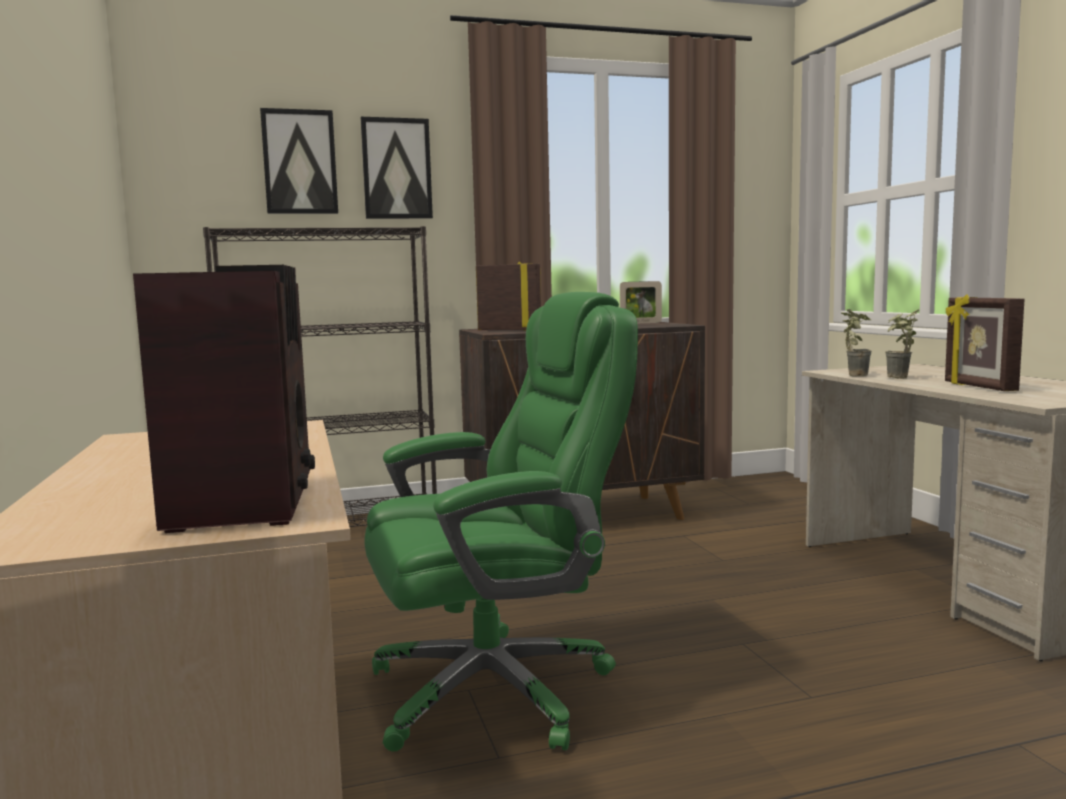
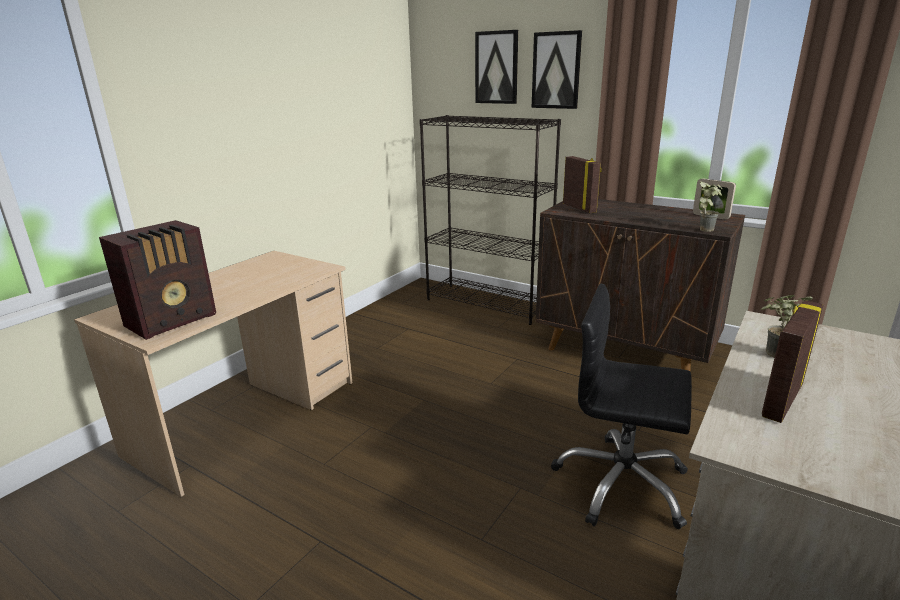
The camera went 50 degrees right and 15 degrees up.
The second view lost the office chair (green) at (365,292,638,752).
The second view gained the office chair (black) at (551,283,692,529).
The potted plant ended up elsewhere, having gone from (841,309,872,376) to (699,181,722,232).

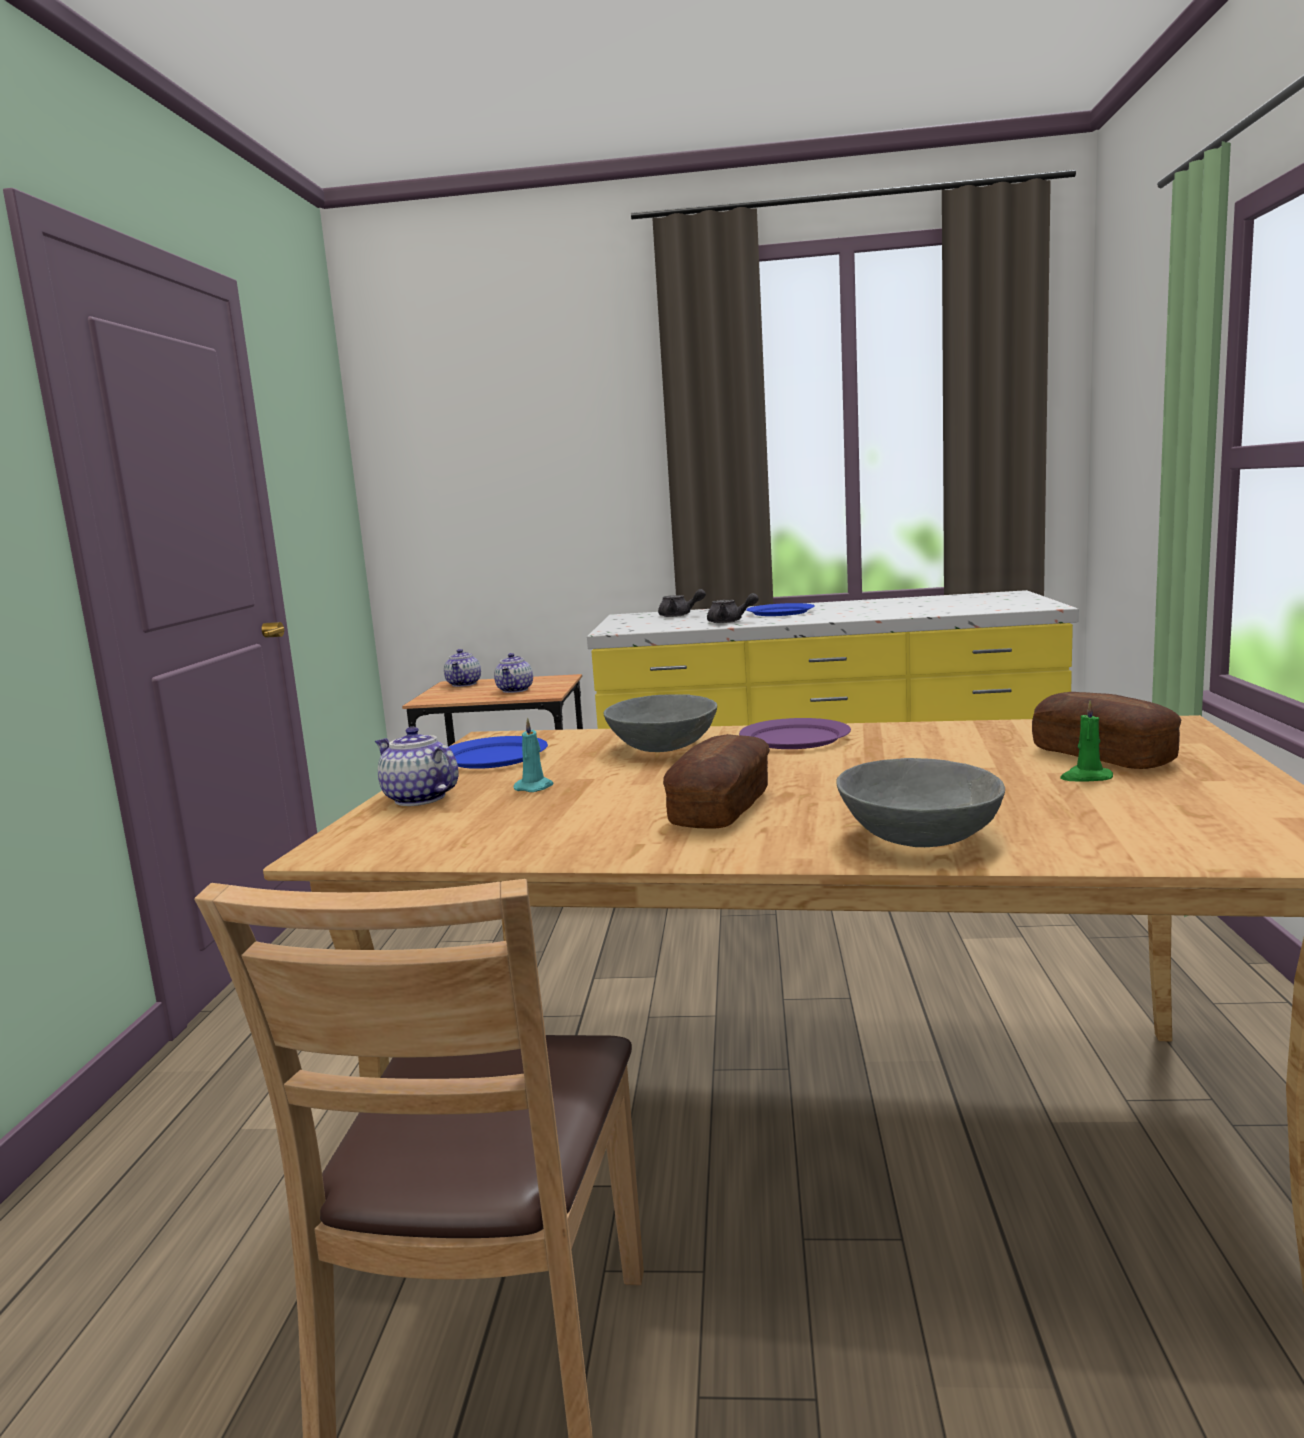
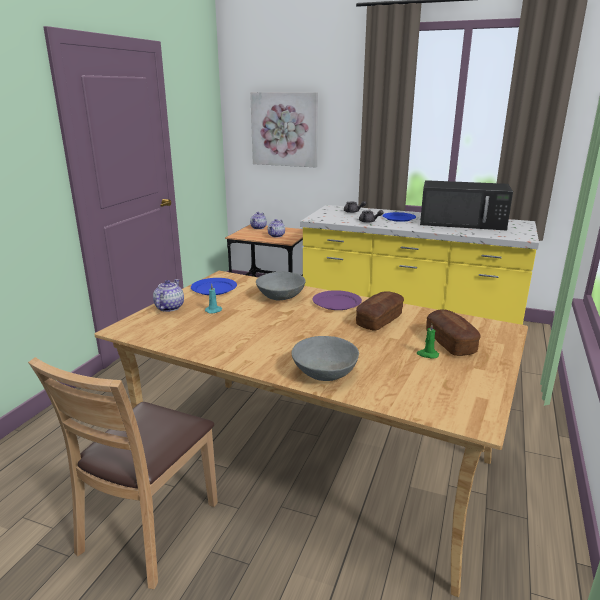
The camera went 15 degrees right and 10 degrees up.
The second view gained the picture at (250,92,318,168).
The second view gained the microwave (black) at (420,180,513,231).
The bread ended up elsewhere, having gone from (663,734,770,828) to (356,291,404,331).
The teapot at (375,727,459,806) ended up facing another way, 45 degrees clockwise from before.

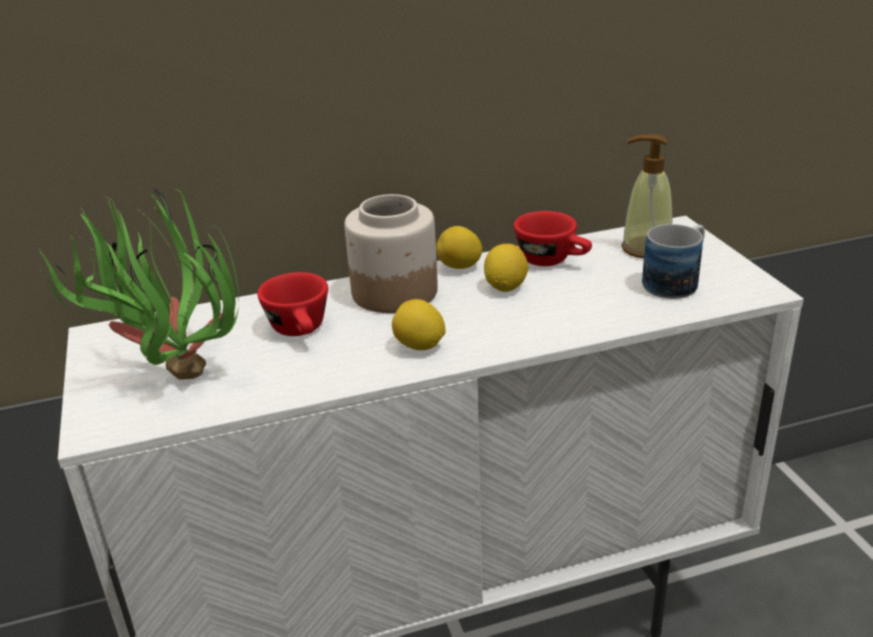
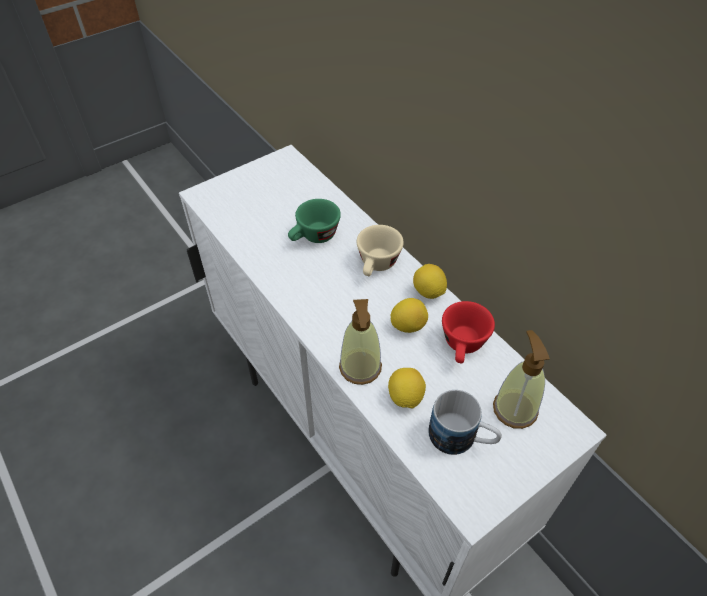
The camera went 70 degrees right and 20 degrees up.
The second view lost the potted plant at (39,182,239,380).
The second view gained the soap dispenser at (339,299,382,385).
The lemon ended up elsewhere, having gone from (392,299,446,350) to (388,368,426,408).
Where the jar stood at (344,194,438,313), the cup (beige) came to stand at (357,225,404,276).
What was the cup (red) at (257,272,328,336) turned into the cup (green) at (288,199,341,243).

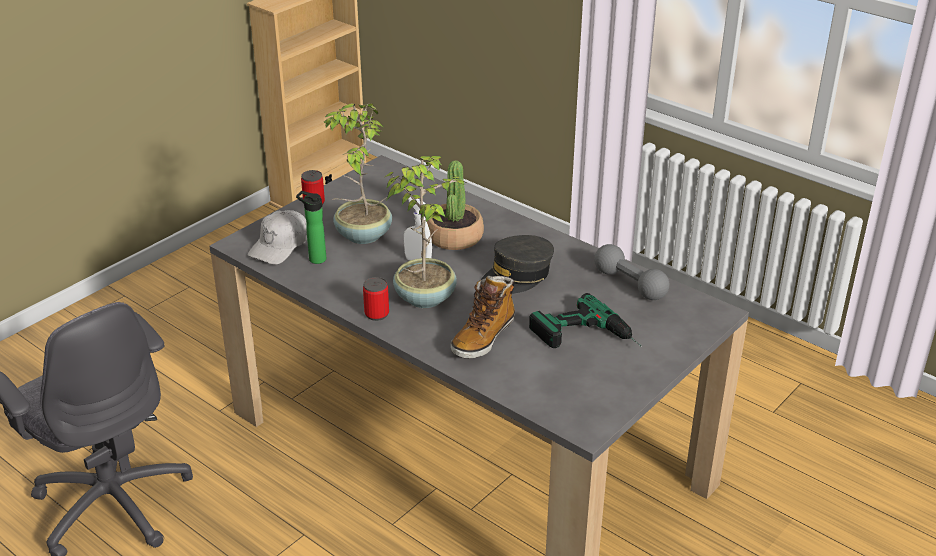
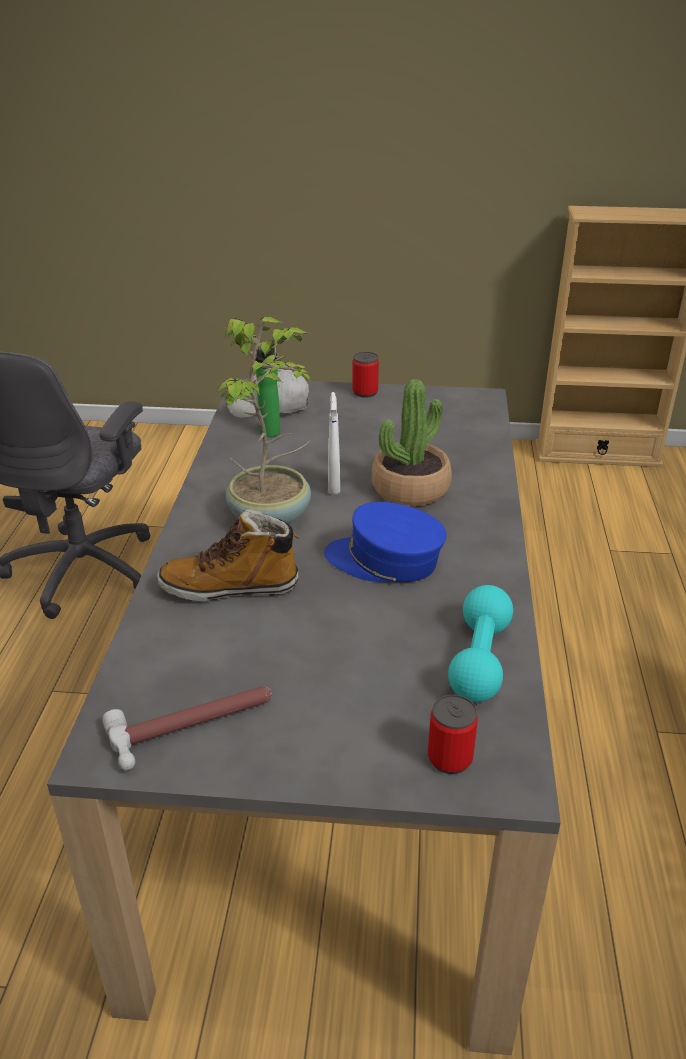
The camera went 55 degrees right and 0 degrees up.
The second view lost the potted plant at (324,103,392,244).
The second view lost the power drill at (529,293,642,348).
The second view gained the hammer at (102,687,272,770).
The can ended up elsewhere, having gone from (363,277,389,321) to (428,695,478,774).
What was the cap (grey) at (481,235,554,294) turned into the cap (blue) at (324,502,447,582).
What was the dumbbell (grey) at (594,244,669,300) turned into the dumbbell (turquoise) at (448,585,513,702).

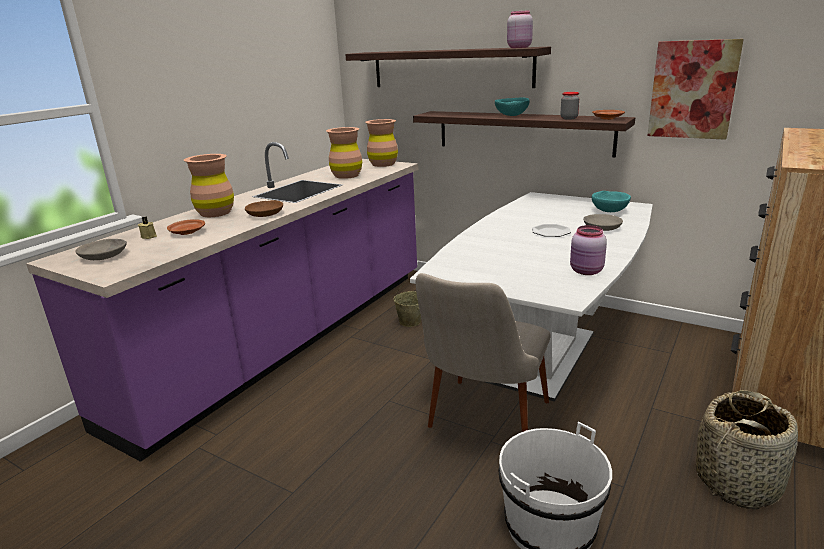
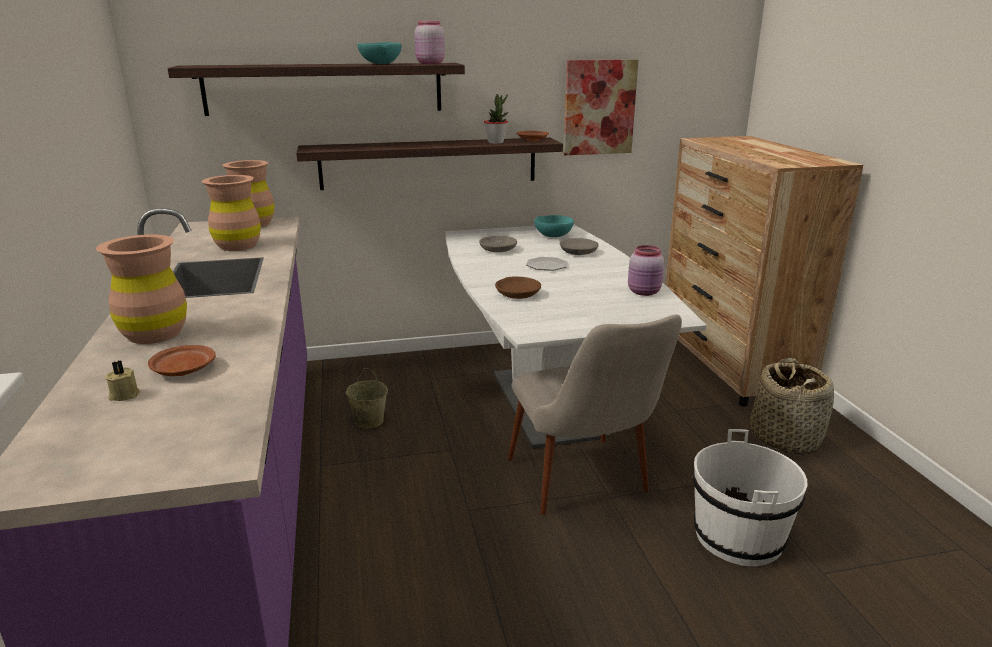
The camera went 45 degrees left and 0 degrees up.
The bowl (grey) ended up elsewhere, having gone from (75,239,127,260) to (479,236,517,252).
The bowl (brown) ended up elsewhere, having gone from (245,200,283,217) to (495,277,541,299).
The bowl (turquoise) ended up elsewhere, having gone from (495,97,530,116) to (357,42,402,64).
Where the jar stood at (561,92,579,120), the potted plant came to stand at (484,94,508,144).

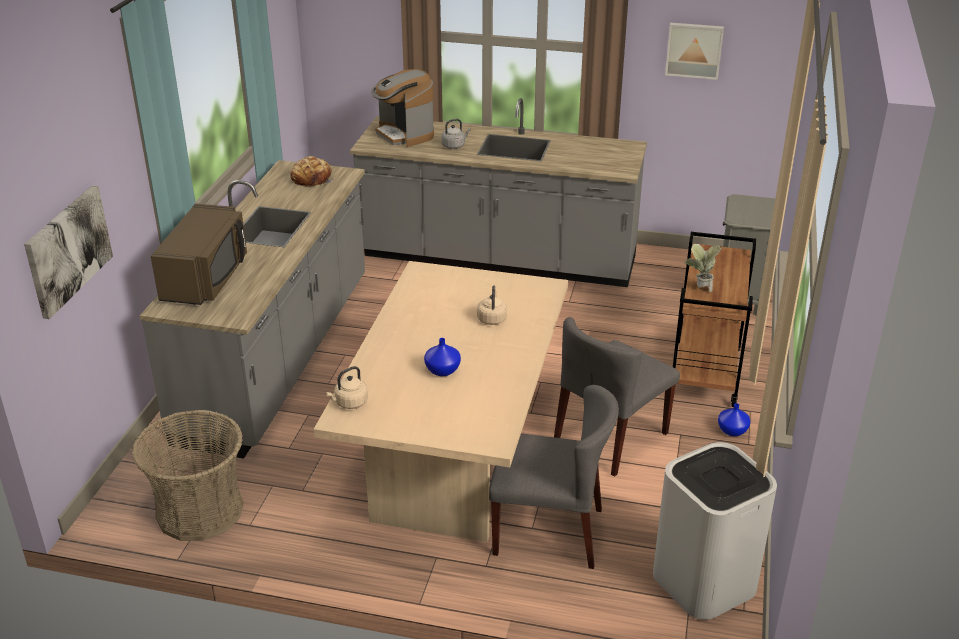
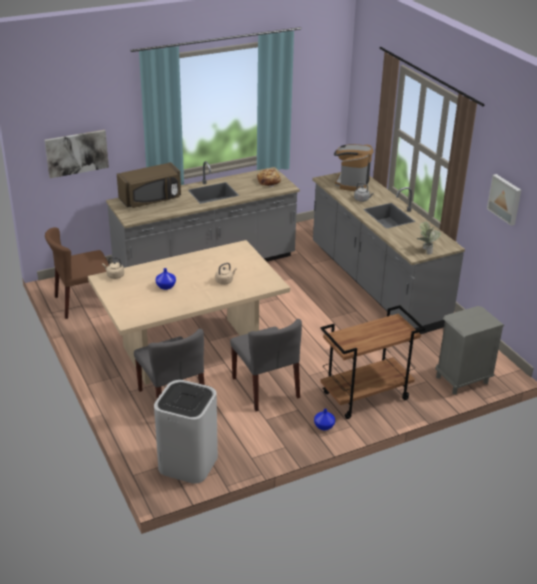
The camera went 50 degrees right and 0 degrees up.
The potted plant ended up elsewhere, having gone from (685,244,721,292) to (417,221,441,255).
Where the basket stood at (132,410,243,541), the chair (brown) came to stand at (45,227,109,319).
The chair (grey) at (554,317,680,477) ended up facing another way, 120 degrees counterclockwise from before.

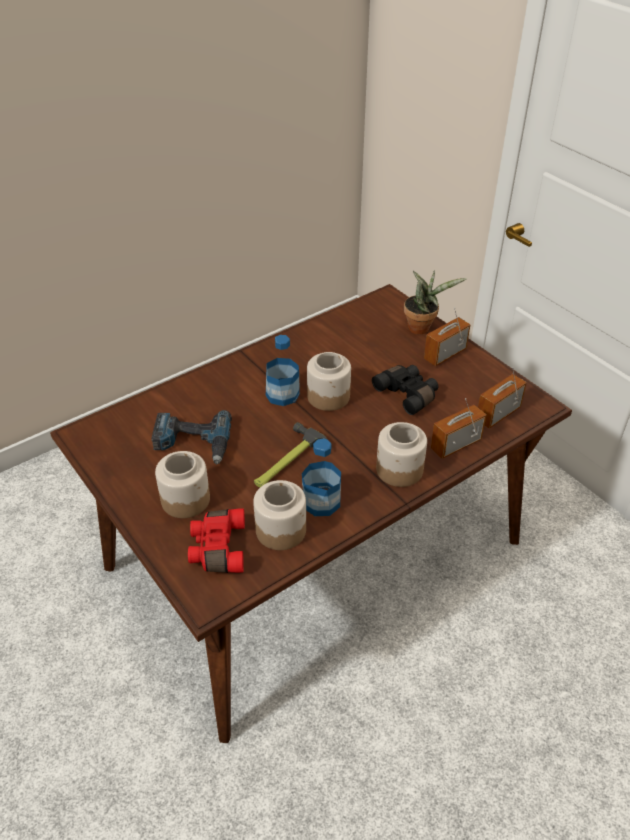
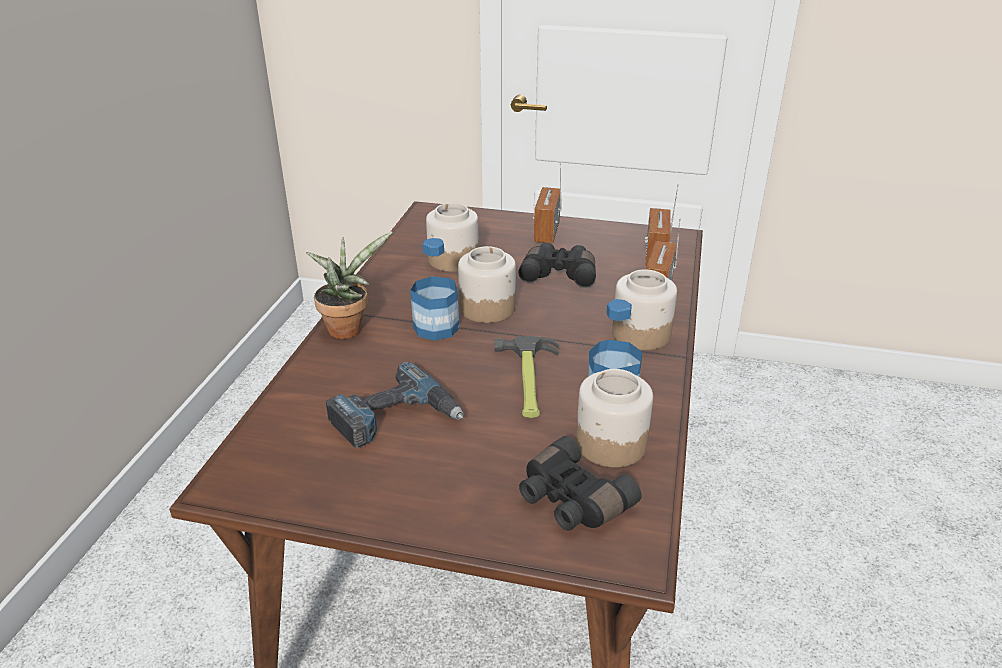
The camera went 40 degrees left and 10 degrees down.
The jar ended up elsewhere, having gone from (155,451,210,518) to (426,203,479,272).
The potted plant ended up elsewhere, having gone from (404,270,467,334) to (306,232,392,339).
What was the binoculars (red) at (188,509,245,573) turned into the binoculars (black) at (519,436,642,531).

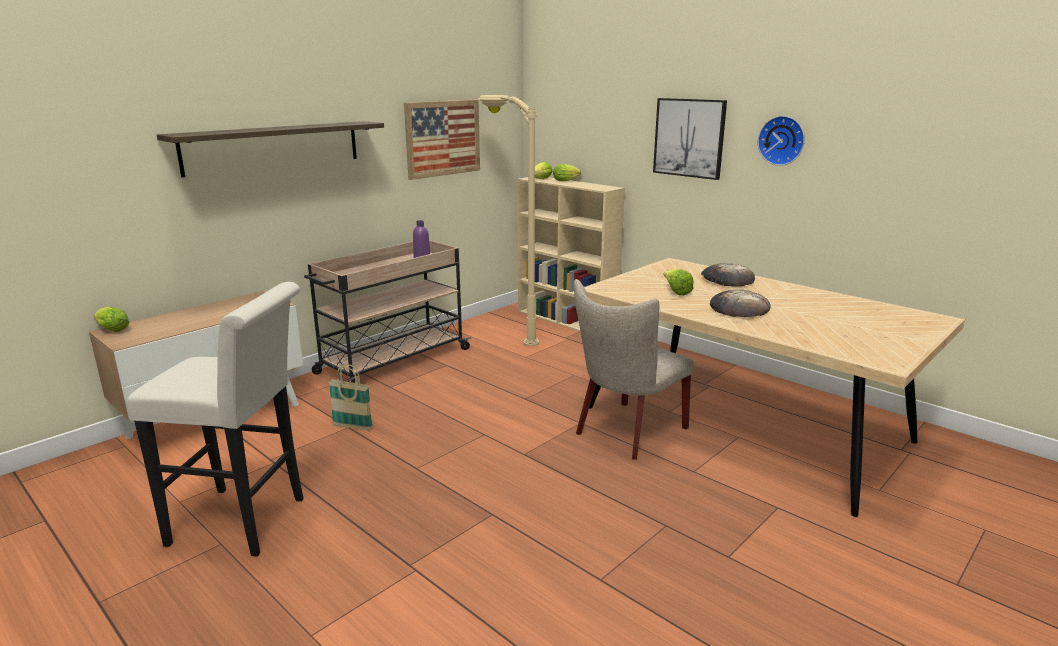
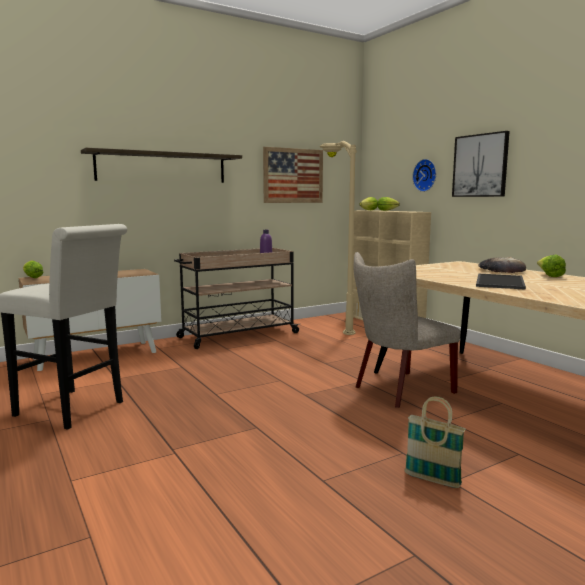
The camera went 15 degrees right and 10 degrees down.
The basket ended up elsewhere, having gone from (328,364,373,430) to (405,396,466,488).
The lettuce ended up elsewhere, having gone from (664,269,693,296) to (537,255,566,277).
The wall clock ended up elsewhere, having gone from (758,116,805,166) to (412,159,436,192).
Where the bread stood at (710,290,771,317), the tray came to stand at (476,274,526,290).

